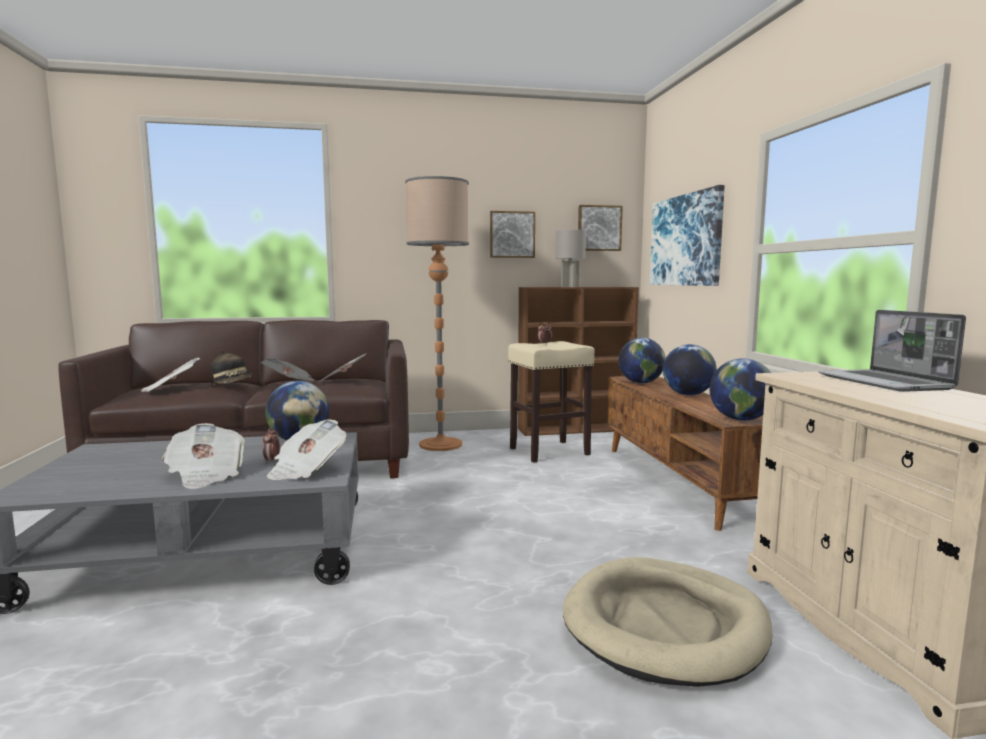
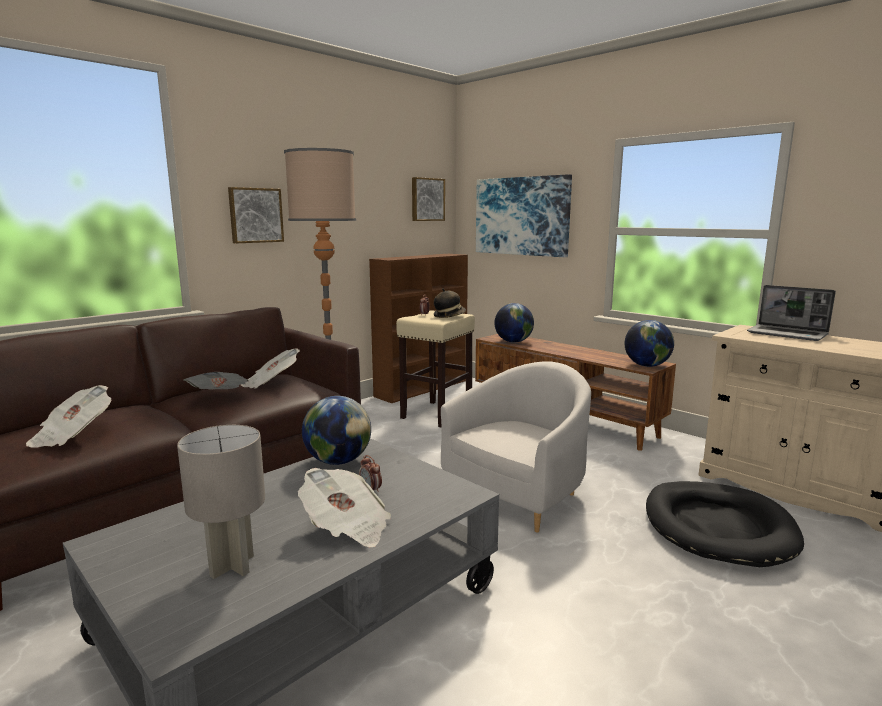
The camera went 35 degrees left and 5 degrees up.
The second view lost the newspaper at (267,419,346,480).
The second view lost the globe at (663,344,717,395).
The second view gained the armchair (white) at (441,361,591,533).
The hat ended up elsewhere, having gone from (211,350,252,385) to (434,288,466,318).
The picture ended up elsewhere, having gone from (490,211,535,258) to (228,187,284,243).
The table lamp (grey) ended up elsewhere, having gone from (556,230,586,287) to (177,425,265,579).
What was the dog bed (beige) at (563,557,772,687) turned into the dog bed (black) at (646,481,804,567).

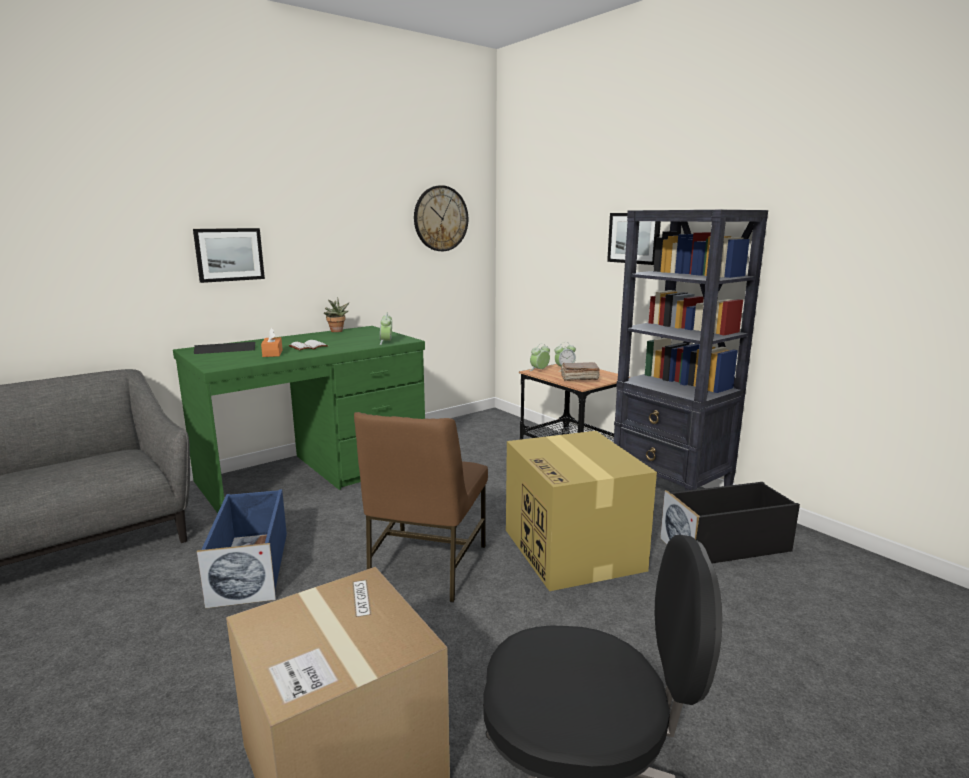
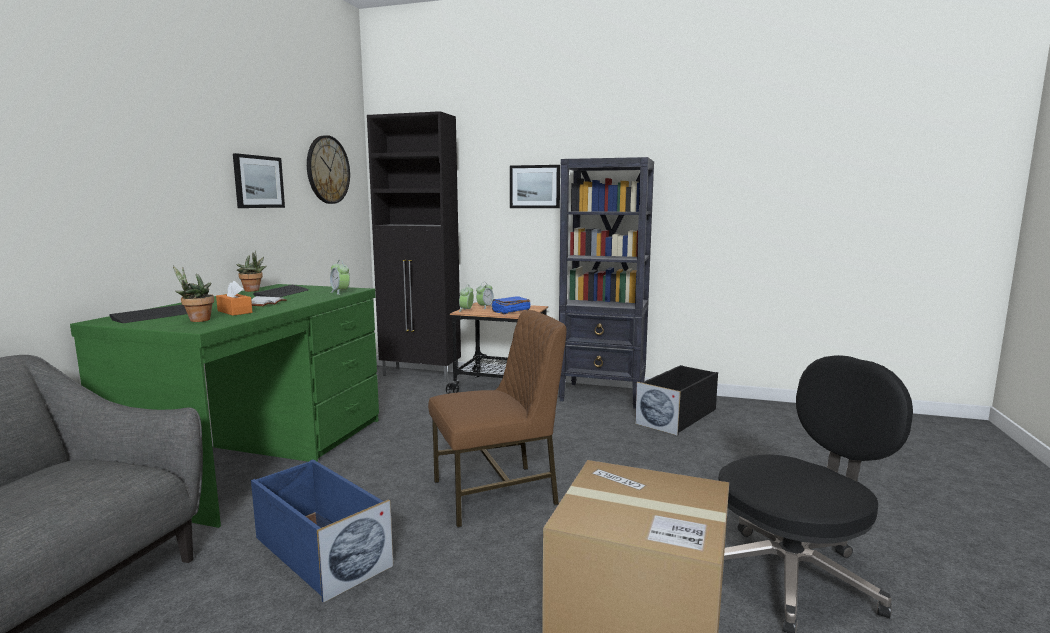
The camera went 35 degrees left and 5 degrees down.
The second view lost the cardboard box at (506,431,657,591).
The second view gained the potted plant at (173,266,214,322).
The second view gained the keyboard at (253,285,309,297).
The second view gained the cabinet (black) at (367,111,461,382).
The picture ended up elsewhere, having gone from (193,228,265,283) to (233,153,285,208).
What was the book (brown) at (561,362,600,381) turned into the book (blue) at (491,296,530,314).
The chair (brown) at (354,412,488,603) ended up facing another way, 90 degrees counterclockwise from before.

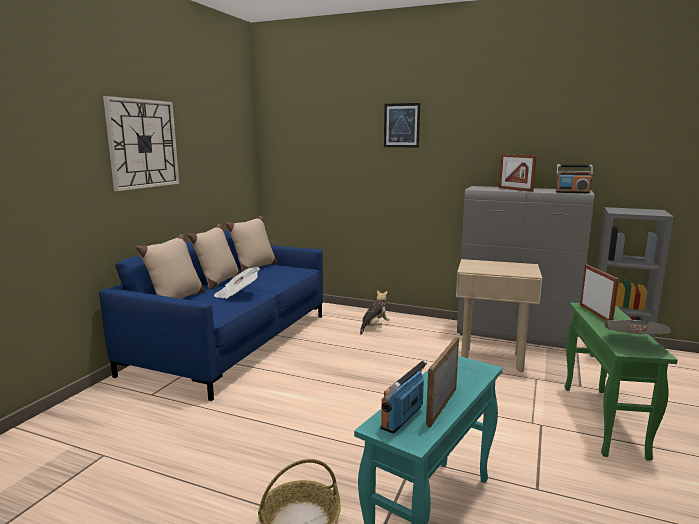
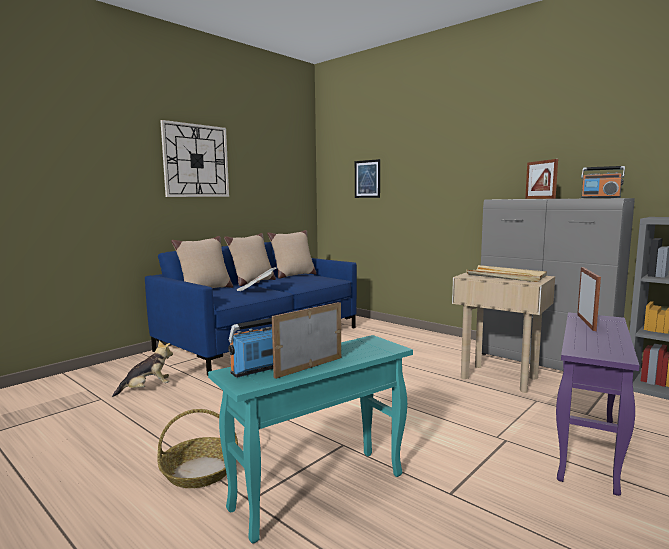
The camera went 20 degrees right and 5 degrees down.
The second view lost the newspaper at (603,320,672,335).
The second view gained the tray (beige) at (466,265,547,282).
The plush toy ended up elsewhere, having gone from (360,290,390,334) to (112,340,173,397).
The picture ended up elsewhere, having gone from (384,103,420,147) to (355,159,380,198).
What was the side table (green) at (564,303,678,461) turned into the side table (purple) at (556,312,640,496).

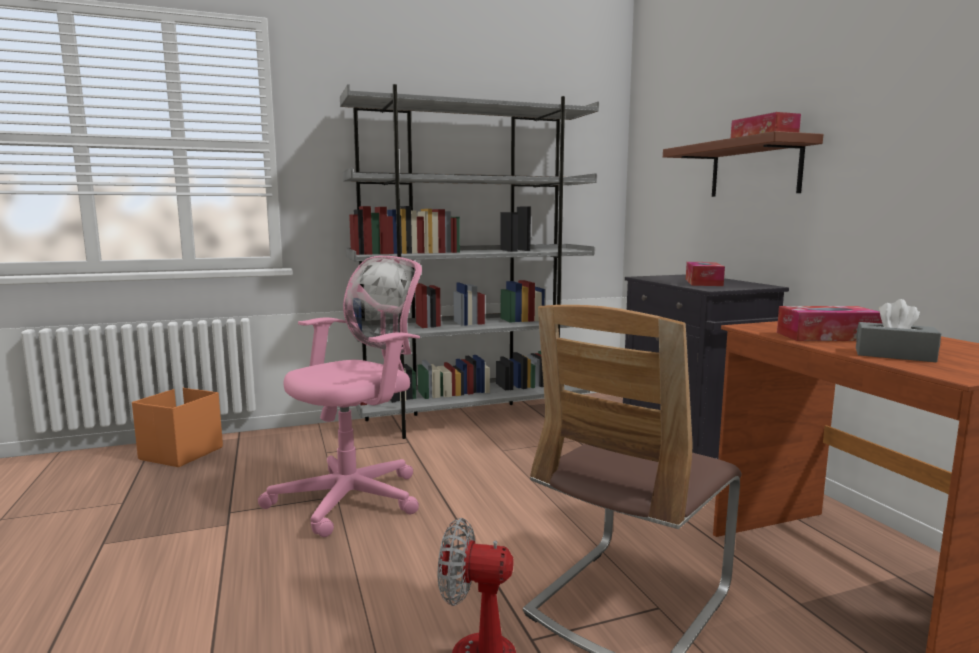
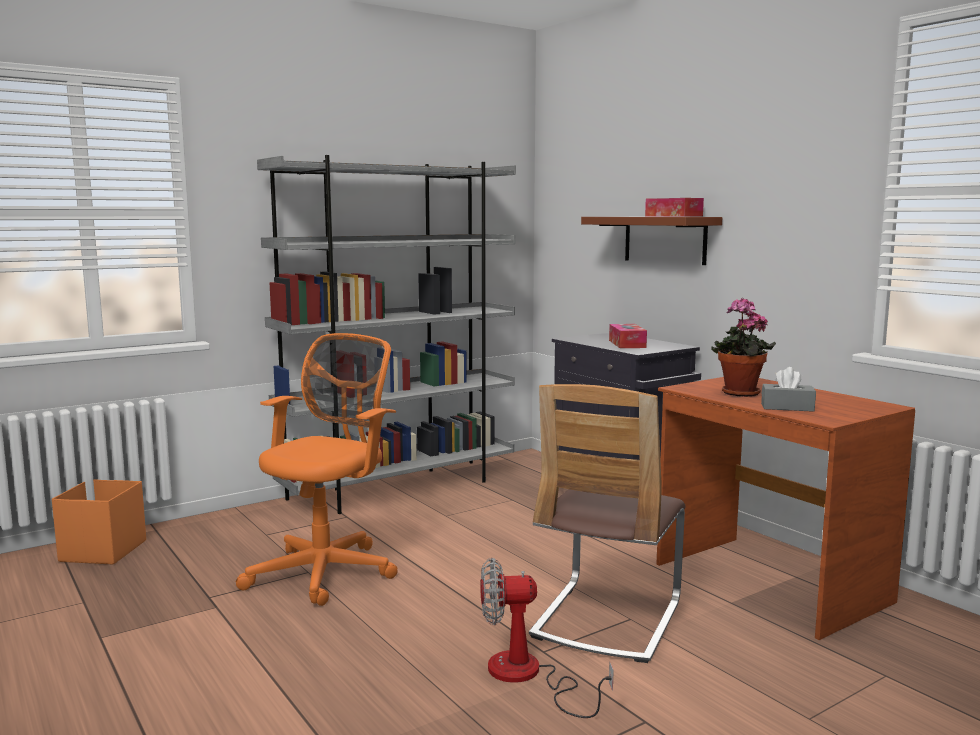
The camera went 15 degrees left and 0 degrees up.
Where the tissue box stood at (777,306,882,341), the potted plant came to stand at (711,298,776,397).
What was the office chair (pink) at (258,256,422,537) turned into the office chair (orange) at (236,333,398,606).

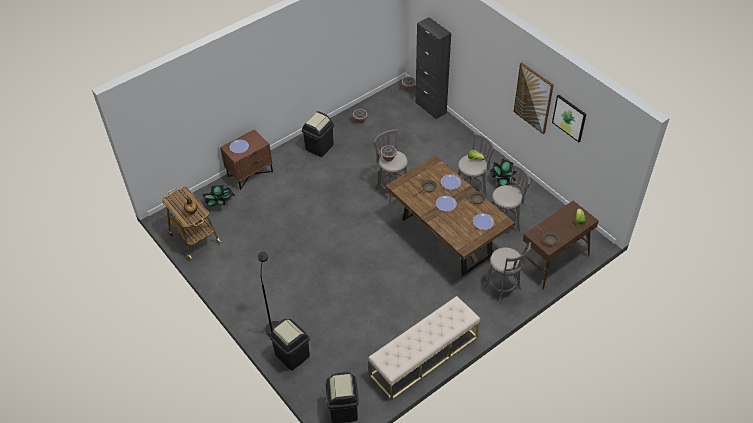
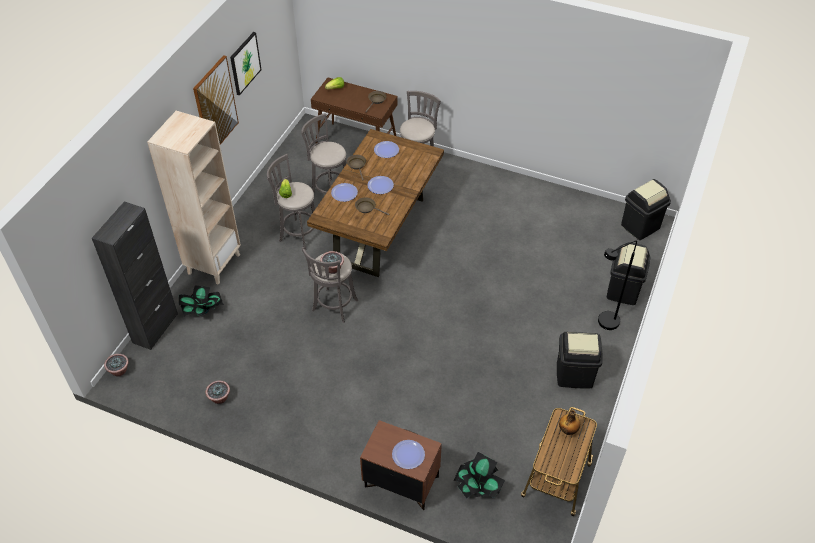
The camera went 120 degrees left and 0 degrees up.
The second view lost the bench (beige) at (368,296,480,401).
The second view gained the bookcase (beige) at (147,111,241,285).
The trash can (black) ended up elsewhere, having gone from (302,111,334,157) to (557,332,603,389).
The potted plant ended up elsewhere, having gone from (490,159,517,187) to (179,285,224,317).

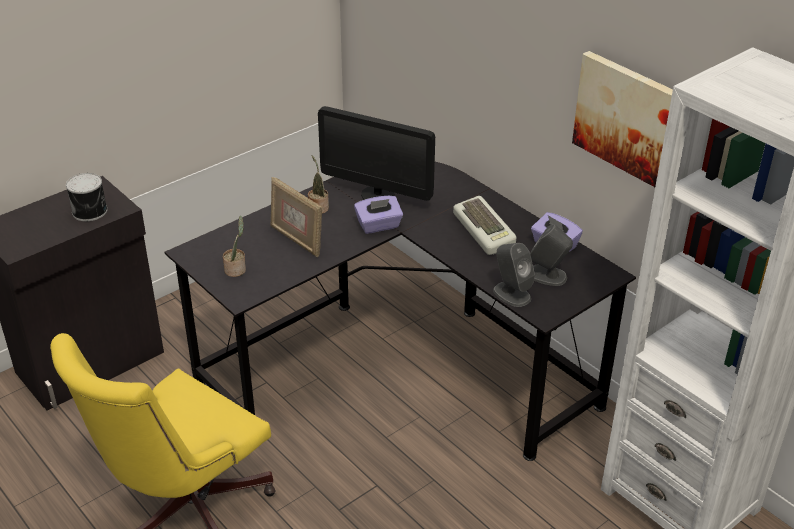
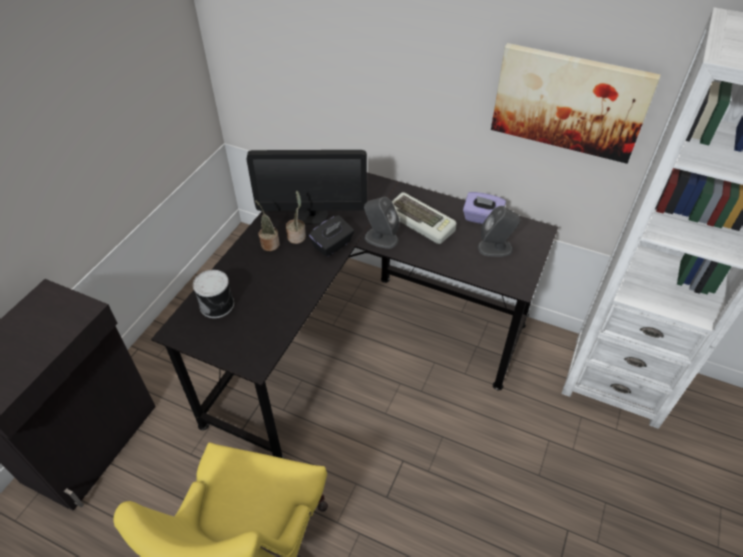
The camera went 25 degrees left and 10 degrees up.
The second view lost the picture frame at (271,177,322,257).
The can ended up elsewhere, having gone from (66,173,107,221) to (193,270,234,318).
The potted plant ended up elsewhere, having gone from (223,216,246,277) to (286,191,306,244).
The speaker (grey) ended up elsewhere, having gone from (493,243,535,307) to (364,197,399,249).
What was the tissue box (purple) at (354,196,403,234) turned into the tissue box (black) at (309,215,354,257).

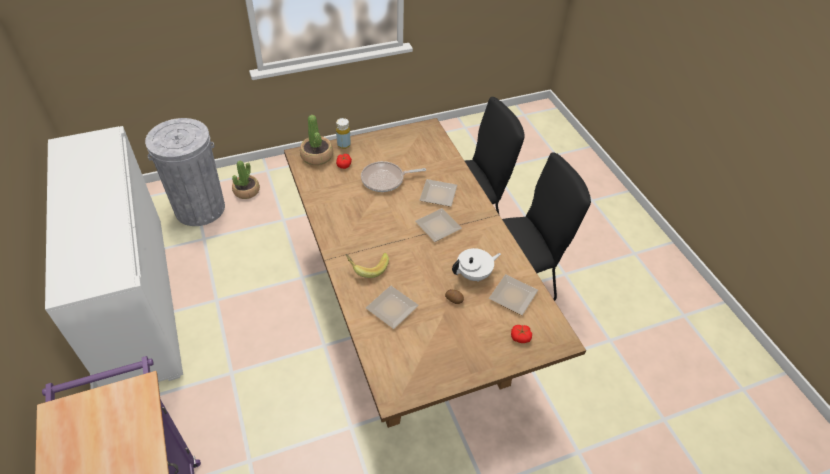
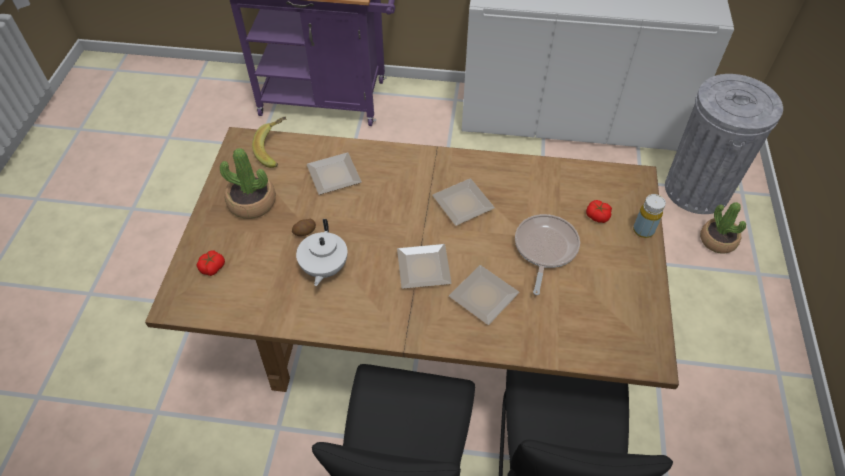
The camera went 120 degrees right and 5 degrees up.
The potted plant ended up elsewhere, having gone from (300,115,333,165) to (220,148,276,219).
The banana ended up elsewhere, having gone from (345,253,389,278) to (252,117,286,168).
The plate ended up elsewhere, having gone from (489,274,538,315) to (432,178,495,226).

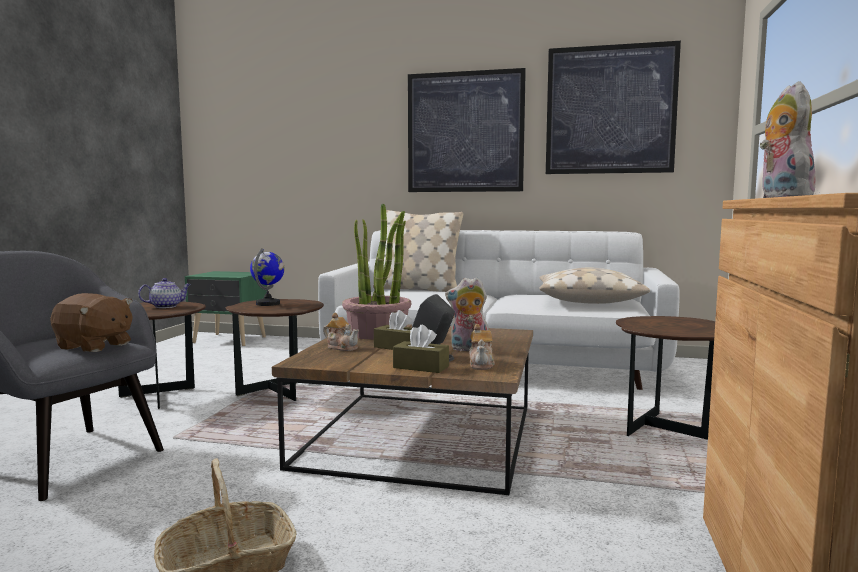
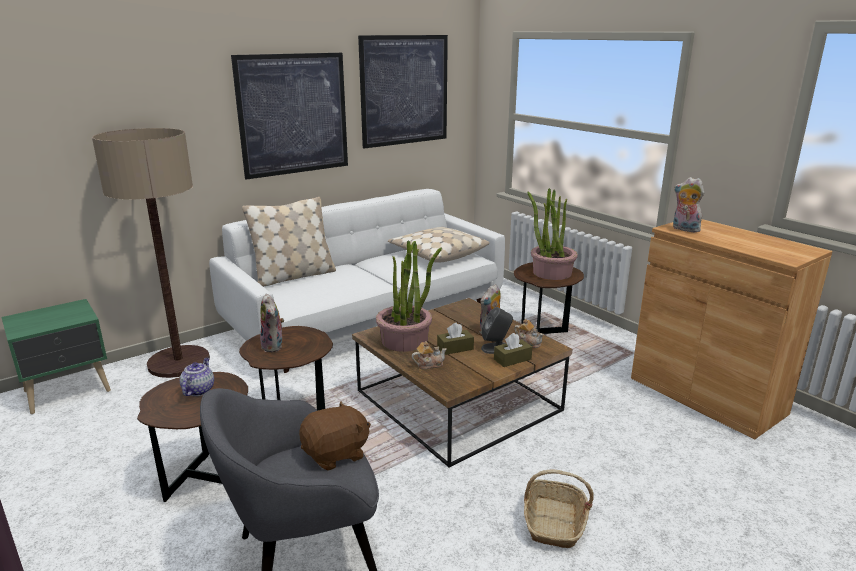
The camera went 50 degrees left and 15 degrees up.
The second view gained the floor lamp at (92,128,210,378).
The second view gained the potted plant at (527,188,578,280).
Where the globe stood at (250,248,285,306), the plush toy came to stand at (260,294,284,352).

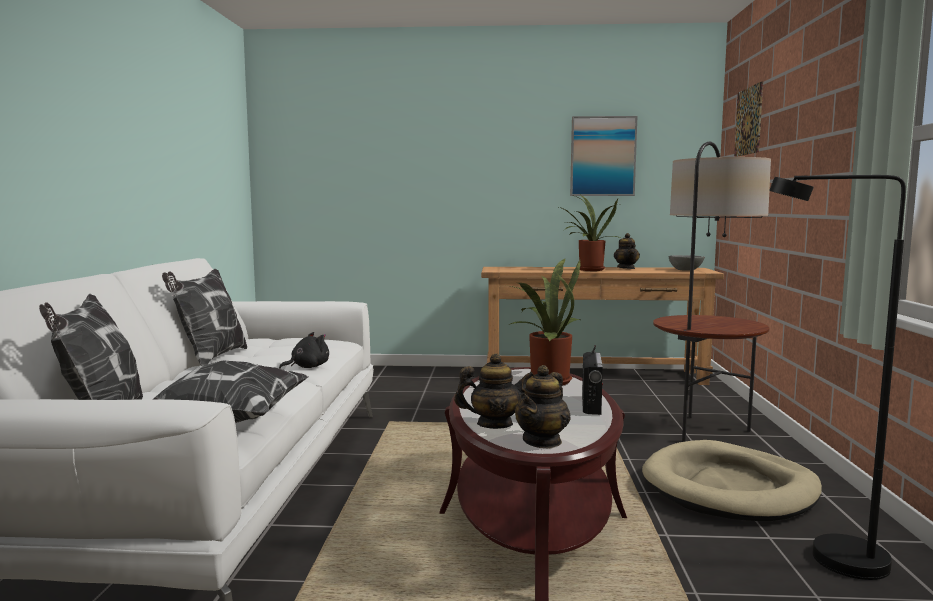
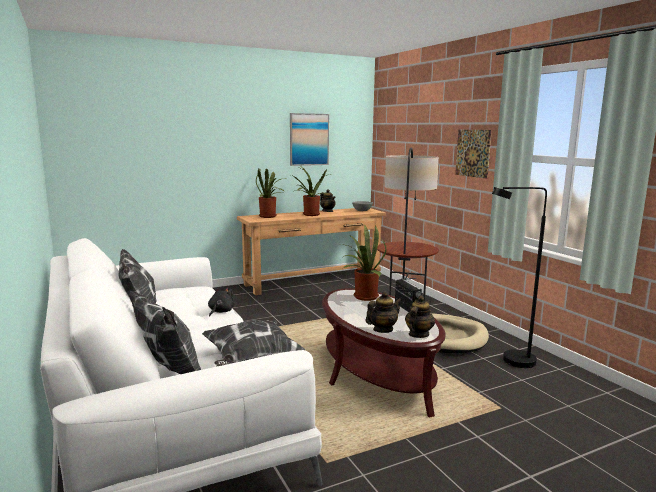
The camera went 30 degrees left and 5 degrees up.
The second view gained the potted plant at (256,169,287,218).
The picture ended up elsewhere, having gone from (734,81,763,157) to (455,130,492,179).
The teapot at (515,365,571,449) ended up facing another way, 150 degrees counterclockwise from before.

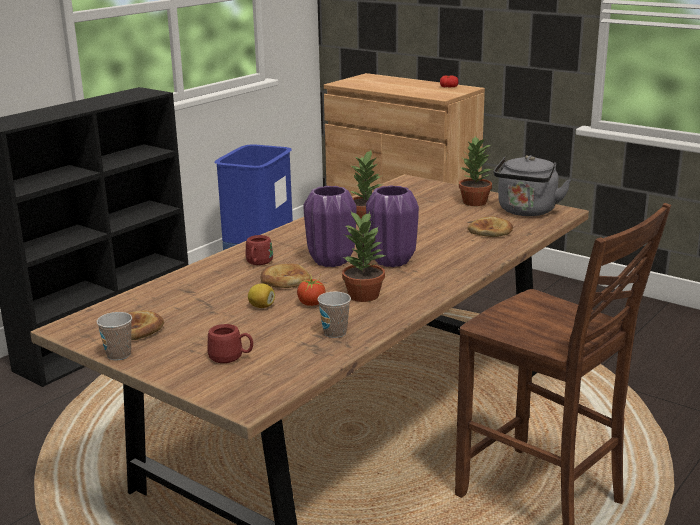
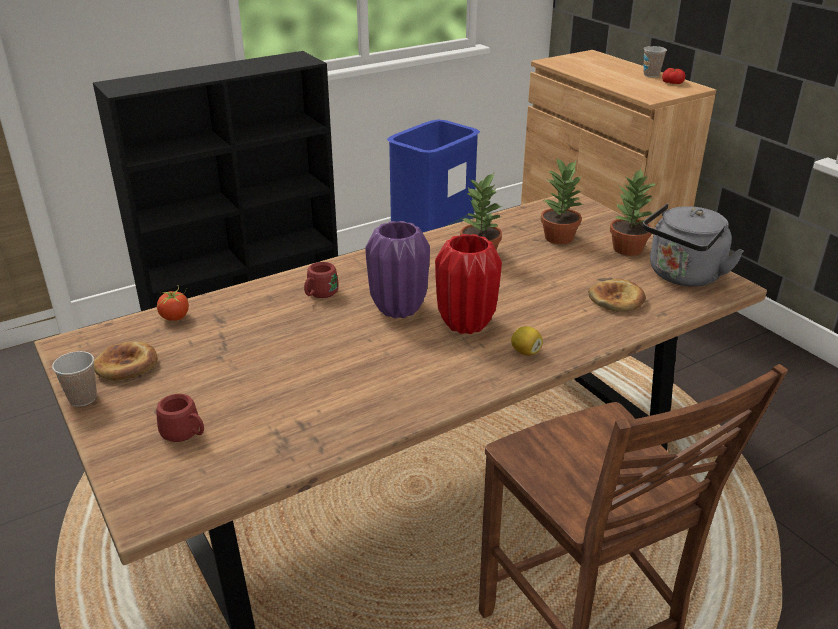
The camera went 20 degrees right and 10 degrees up.
The second view lost the bread at (260,264,310,288).
The lemon ended up elsewhere, having gone from (248,283,275,308) to (511,326,543,355).
The tomato ended up elsewhere, having gone from (297,274,326,306) to (157,286,189,321).
The cup ended up elsewhere, having gone from (318,292,351,338) to (643,46,667,77).
The potted plant ended up elsewhere, having gone from (342,212,386,302) to (541,158,584,244).
What was the vase (purple) at (366,185,419,267) turned into the vase (red) at (435,234,502,334).

